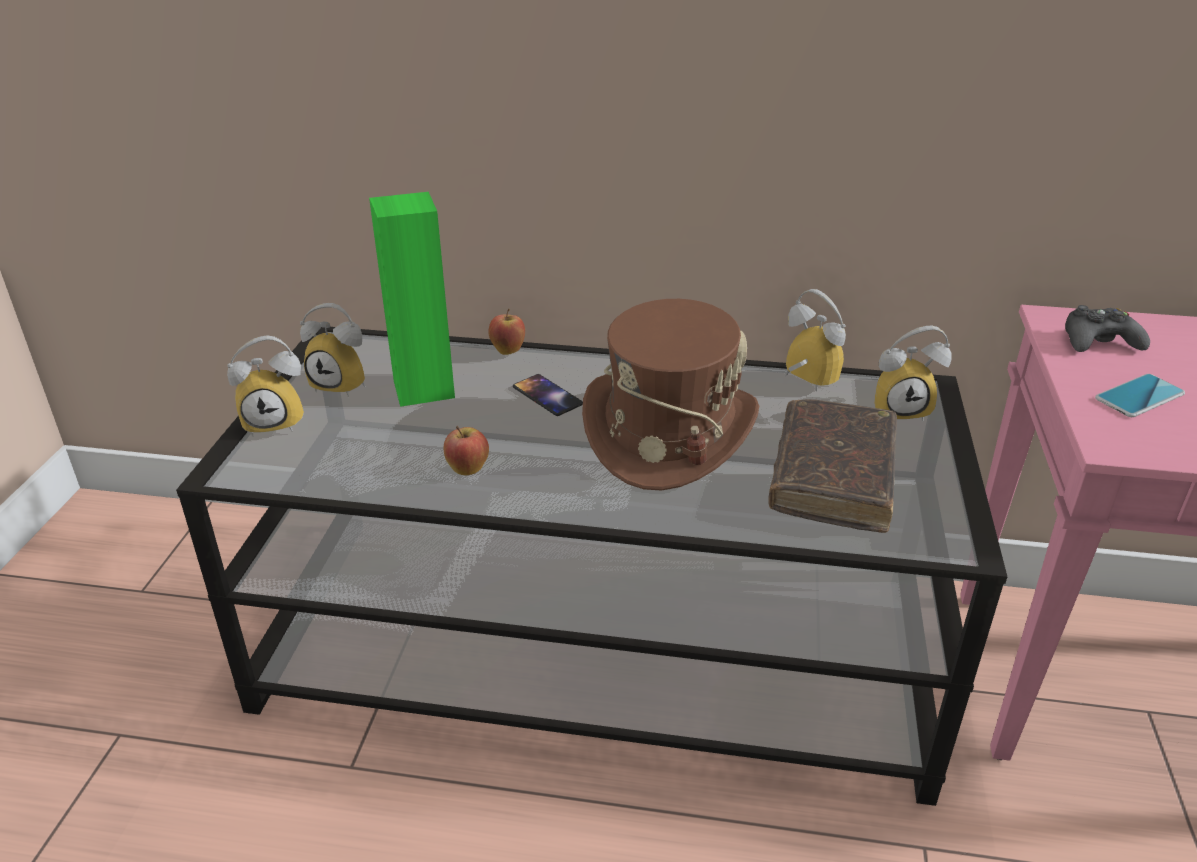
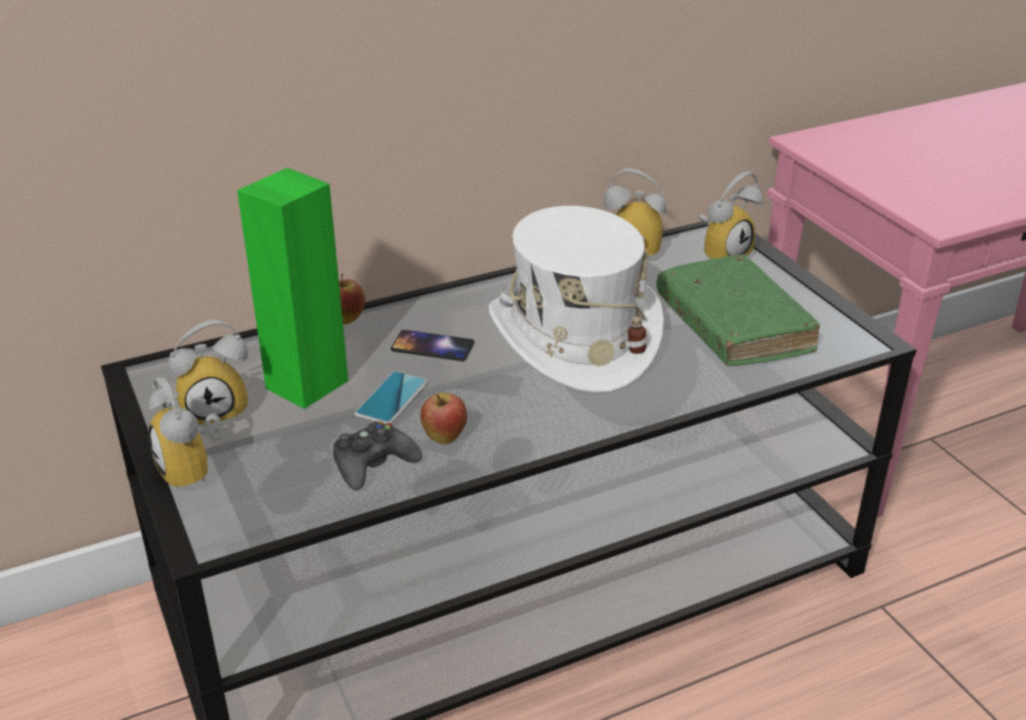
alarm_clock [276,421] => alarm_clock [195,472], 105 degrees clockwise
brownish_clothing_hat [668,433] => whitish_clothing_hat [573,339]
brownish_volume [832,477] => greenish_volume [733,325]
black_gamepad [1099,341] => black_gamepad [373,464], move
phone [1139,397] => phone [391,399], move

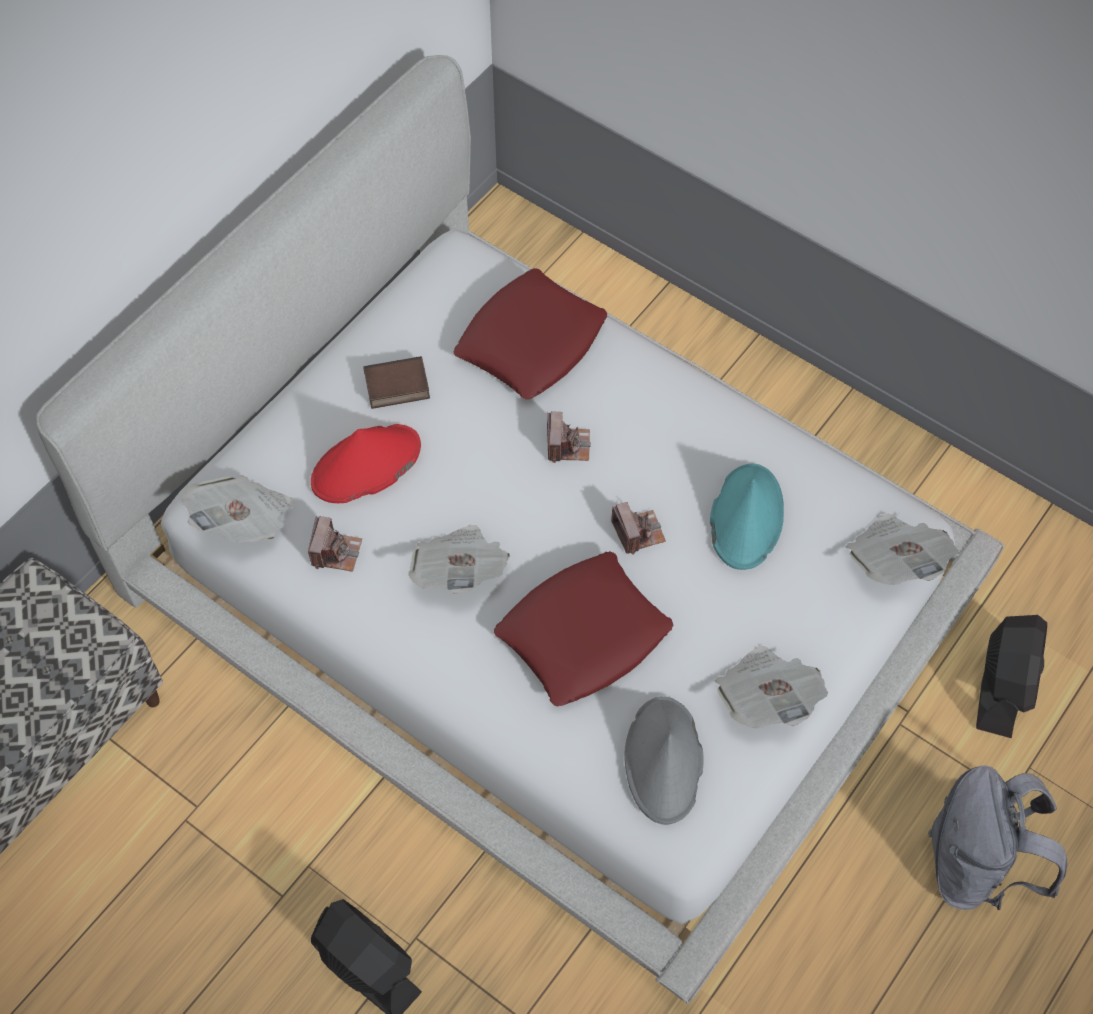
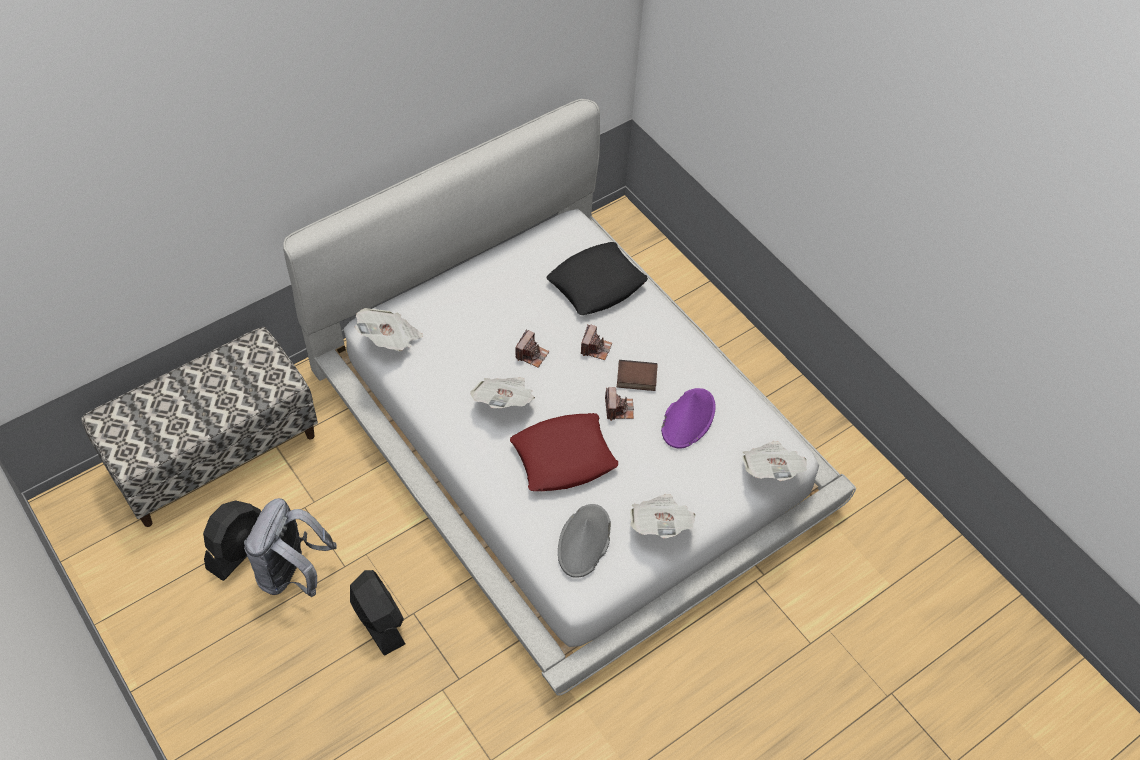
photo_camera [336,552] => photo_camera [532,354], move
red-coloured_clothing_hat [366,465] => nothing
volume [396,388] => volume [636,379], move
red-coloured_pillow [531,342] => black_pillow [597,284]
turquoise_clothing_hat [746,517] => purplish_clothing_hat [688,418]
grey_rucksack [975,866] => grey_rucksack [293,574], move
black_cooling_fan [1002,686] => black_cooling_fan [239,549], move

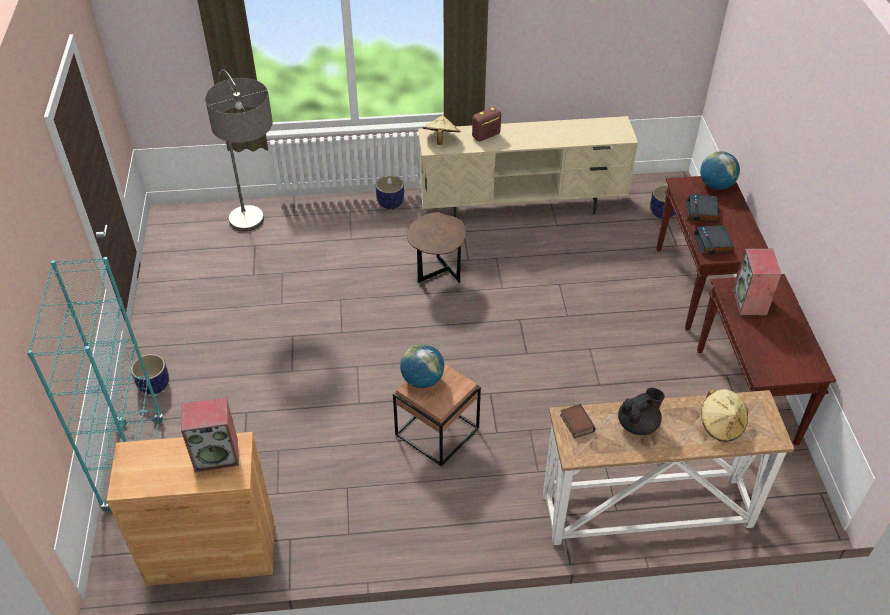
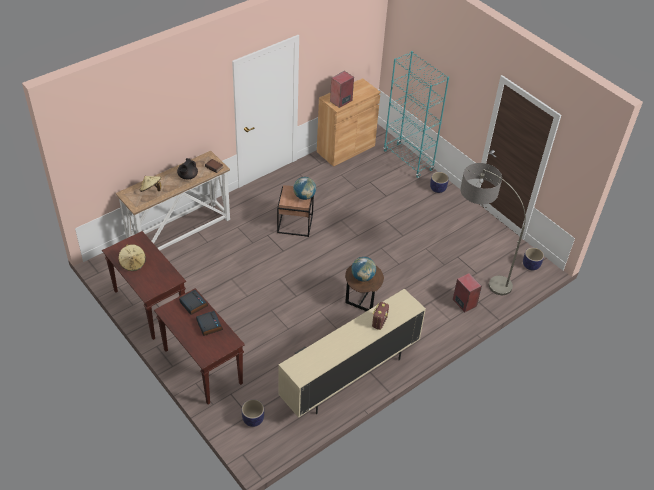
planter [390,203] => planter [531,265], move
sand-coloured_clothing_hat [441,139] => sand-coloured_clothing_hat [133,263], move
desk_globe [716,185] => desk_globe [362,277], move
loudspeaker [750,302] => loudspeaker [464,303], move

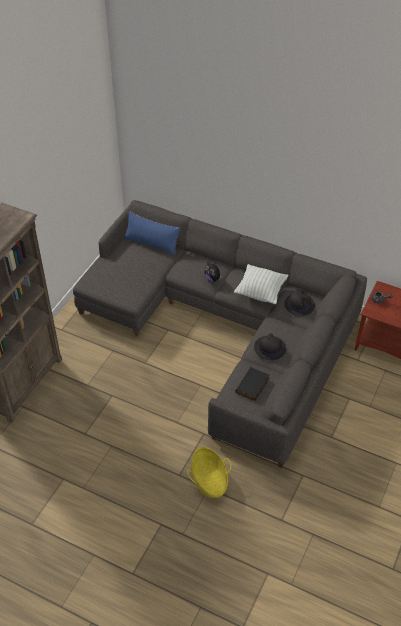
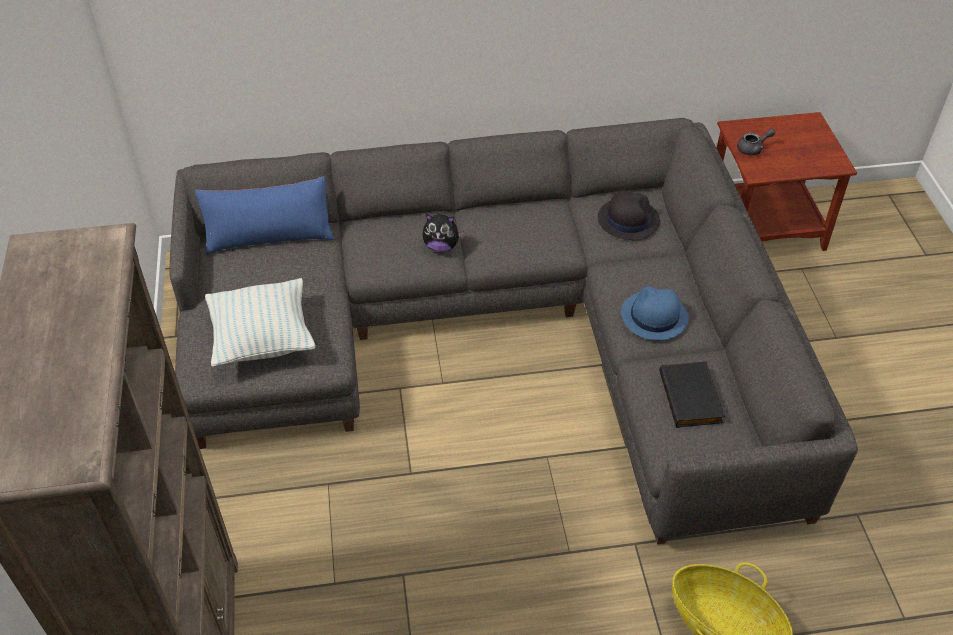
pillow [260,292] => pillow [263,339], move
black_clothing_hat [269,348] => bluish_clothing_hat [653,316]

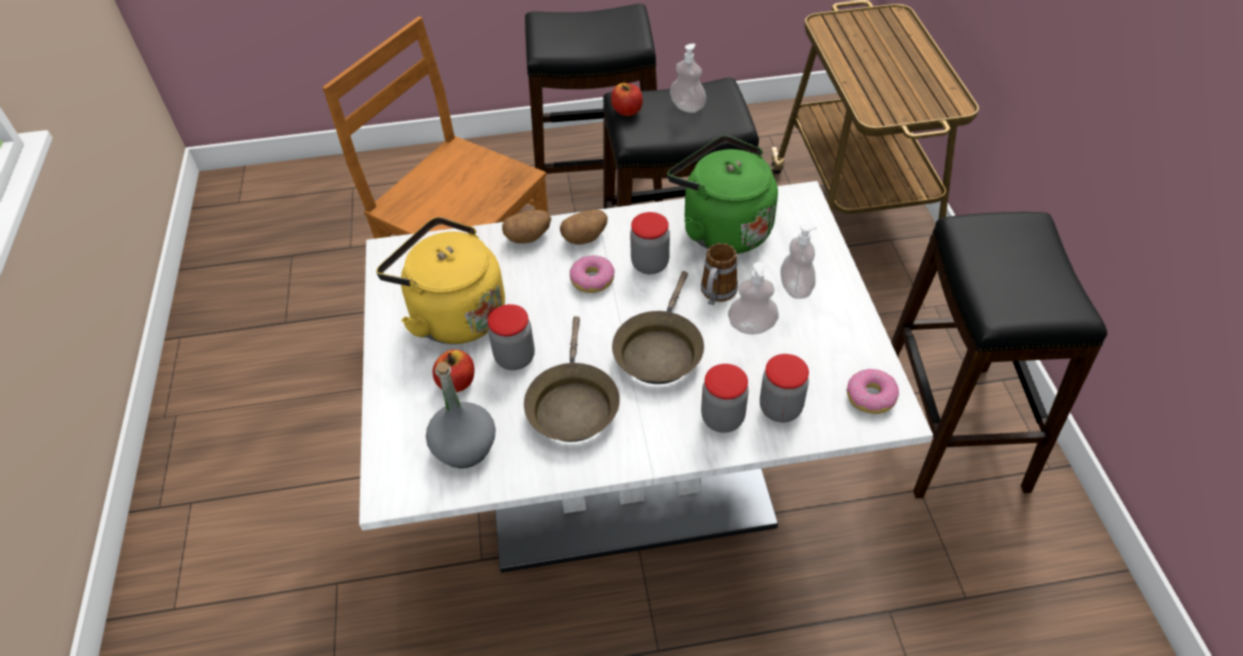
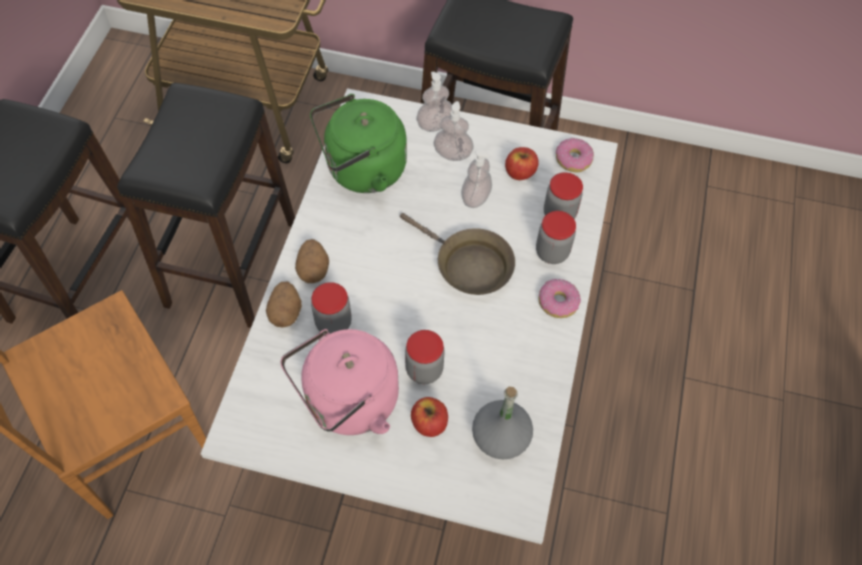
yellow-coloured_kettle [453,314] => pink-coloured_kettle [347,403]
brownish_frying_pan [572,404] => nothing
donut [592,280] => donut [558,302], move
whole_apple [627,111] => whole_apple [520,172], move
preserve_jar [650,264] => preserve_jar [333,323], move
soap_dispenser [687,107] => soap_dispenser [434,124], move
coffee_mug [716,295] => nothing

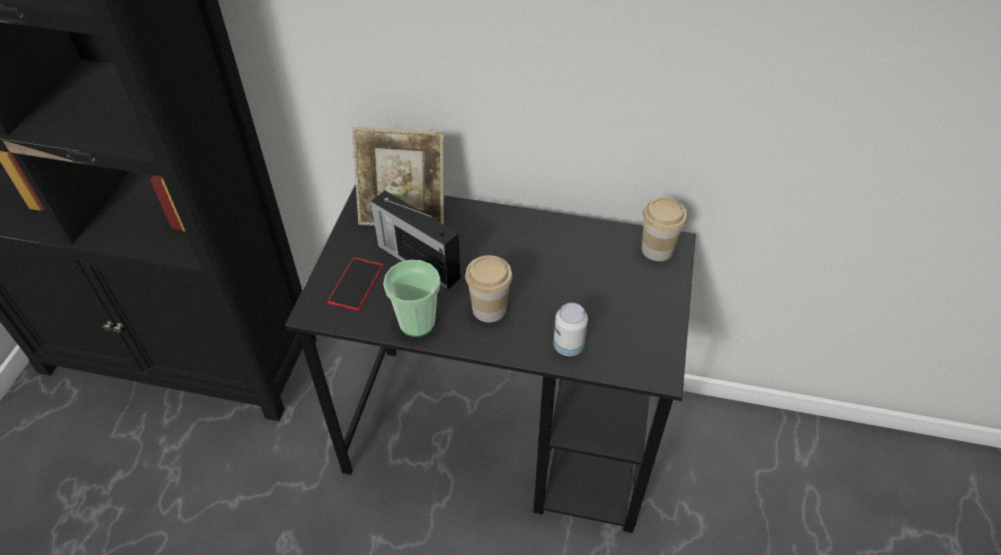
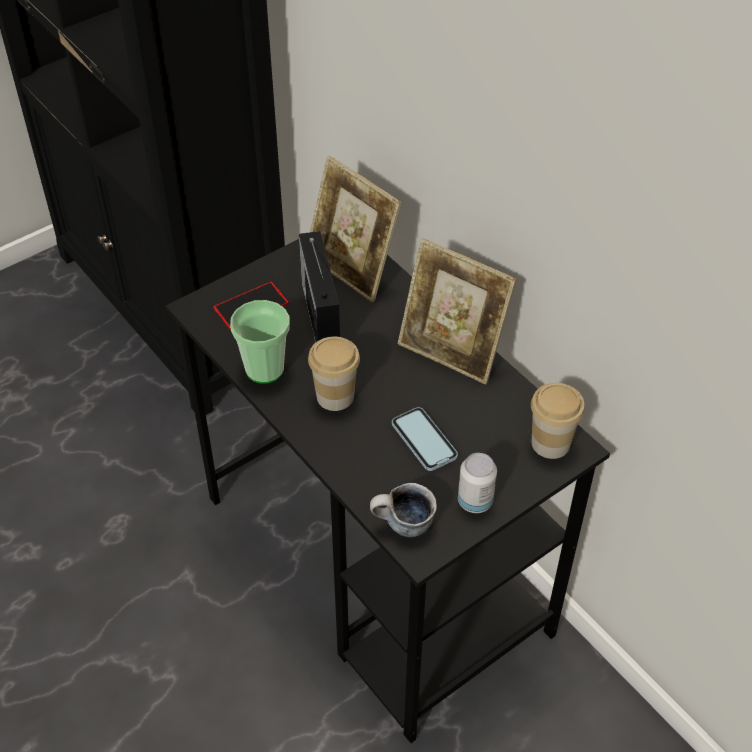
sealed_can [568,346] => sealed_can [475,501], move
nothing => coffee_mug [403,526]
nothing => phone [424,440]
nothing => standing_frame [451,352]

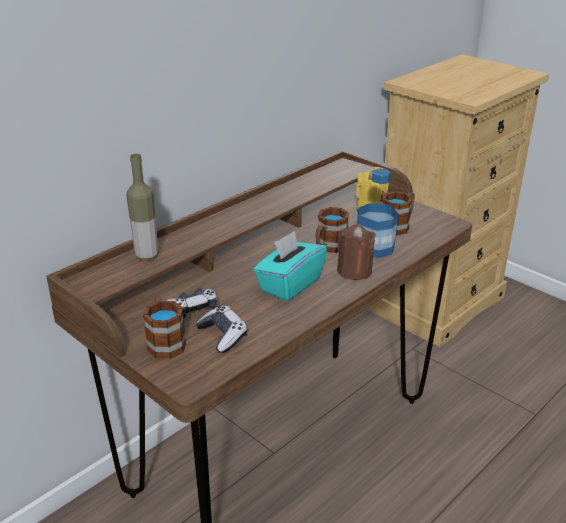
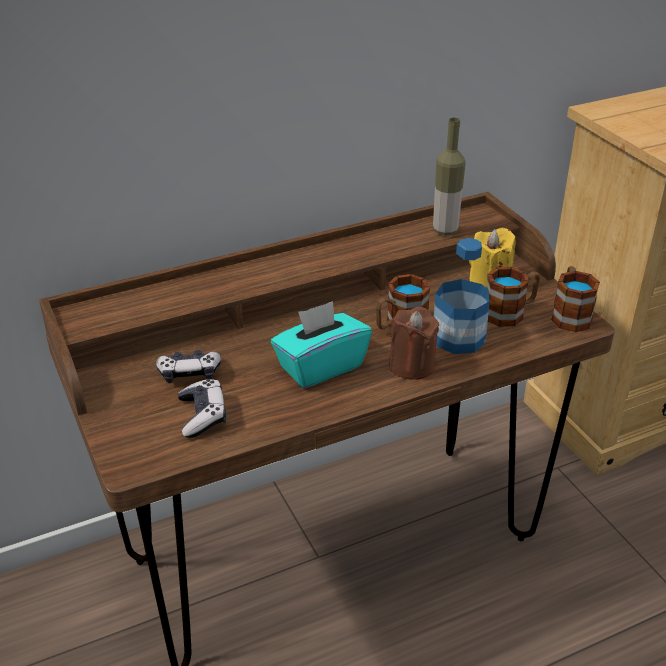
beverage_bottle [147,256] => beverage_bottle [445,231], move
coffee_mug [165,341] => coffee_mug [570,314], move

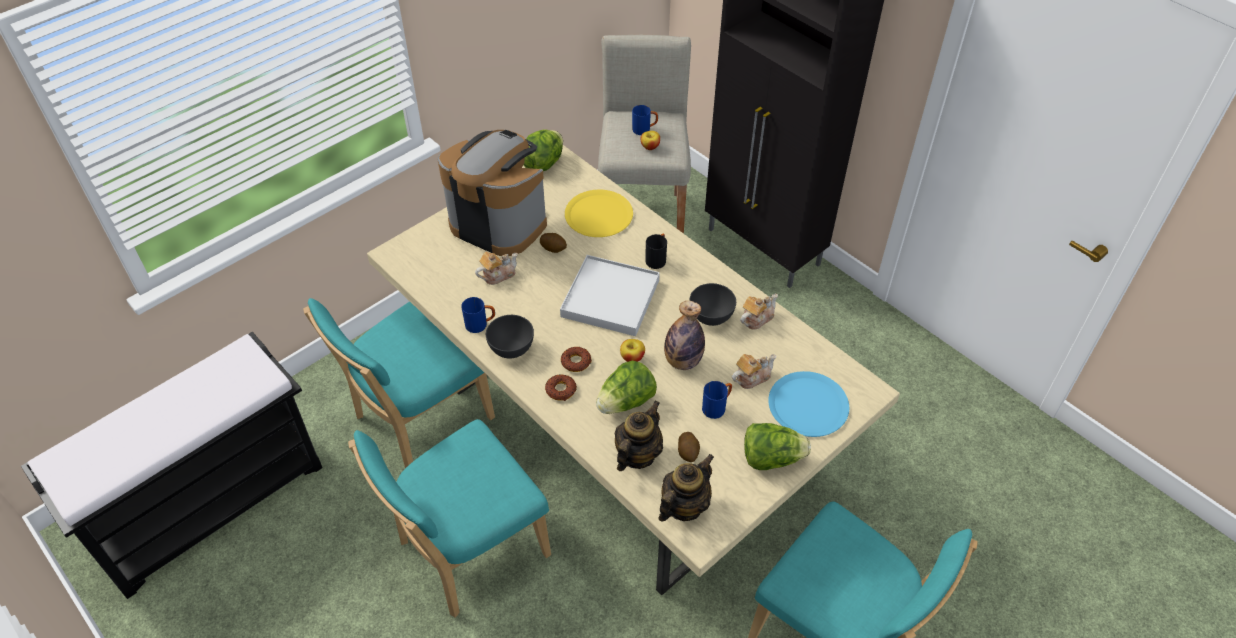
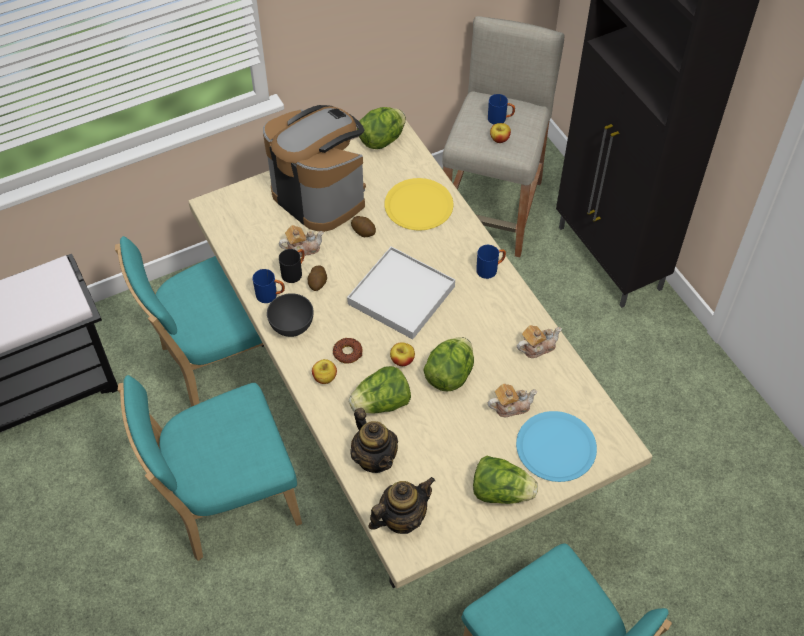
donut [561,390] => whole_apple [324,378]
pot_for_tea [637,455] => pot_for_tea [374,458], 105 degrees clockwise
black_coffee_mug [657,259] => black_coffee_mug [294,272], move
beverage_bottle [682,361] => head_of_lettuce [449,375]
potato [688,452] => potato [317,283], move
grey_serving_bowl [710,316] => nothing
bluish_coffee_mug [717,407] => bluish_coffee_mug [490,269], move

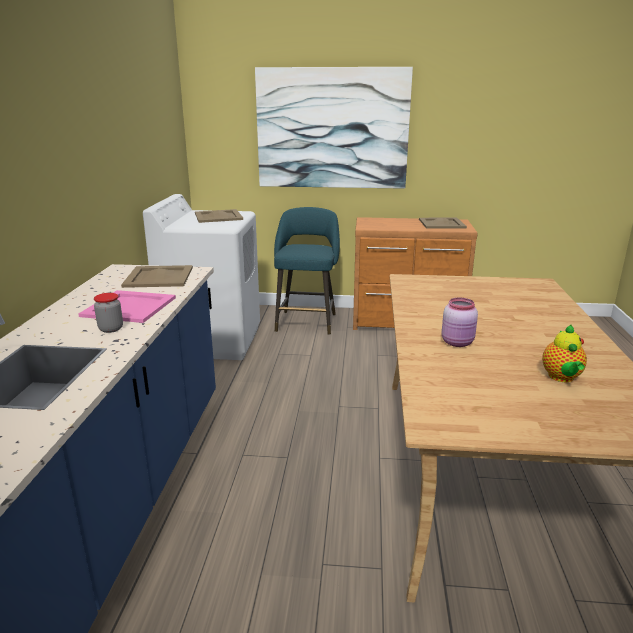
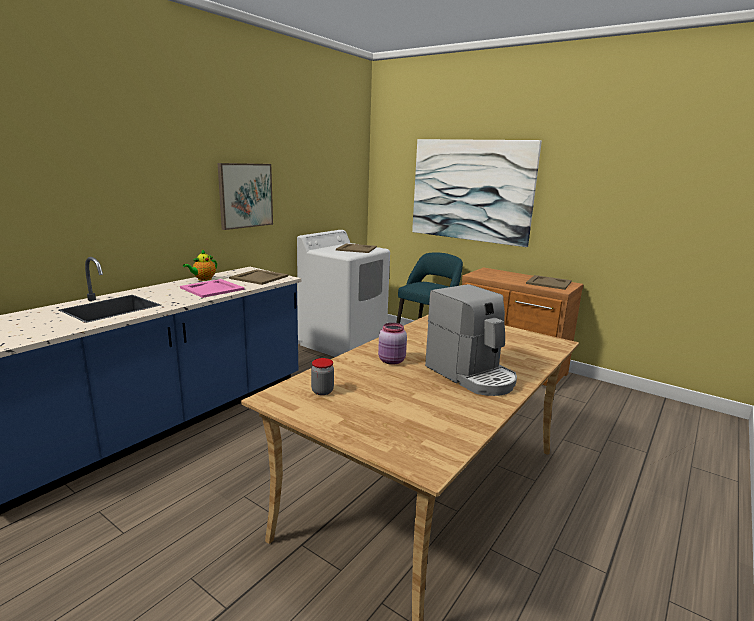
preserve_jar [111,329] => preserve_jar [322,391], move
pot_for_tea [561,378] => pot_for_tea [203,279], move
nothing => picture [245,195]
nothing => coffee_machine [471,375]

